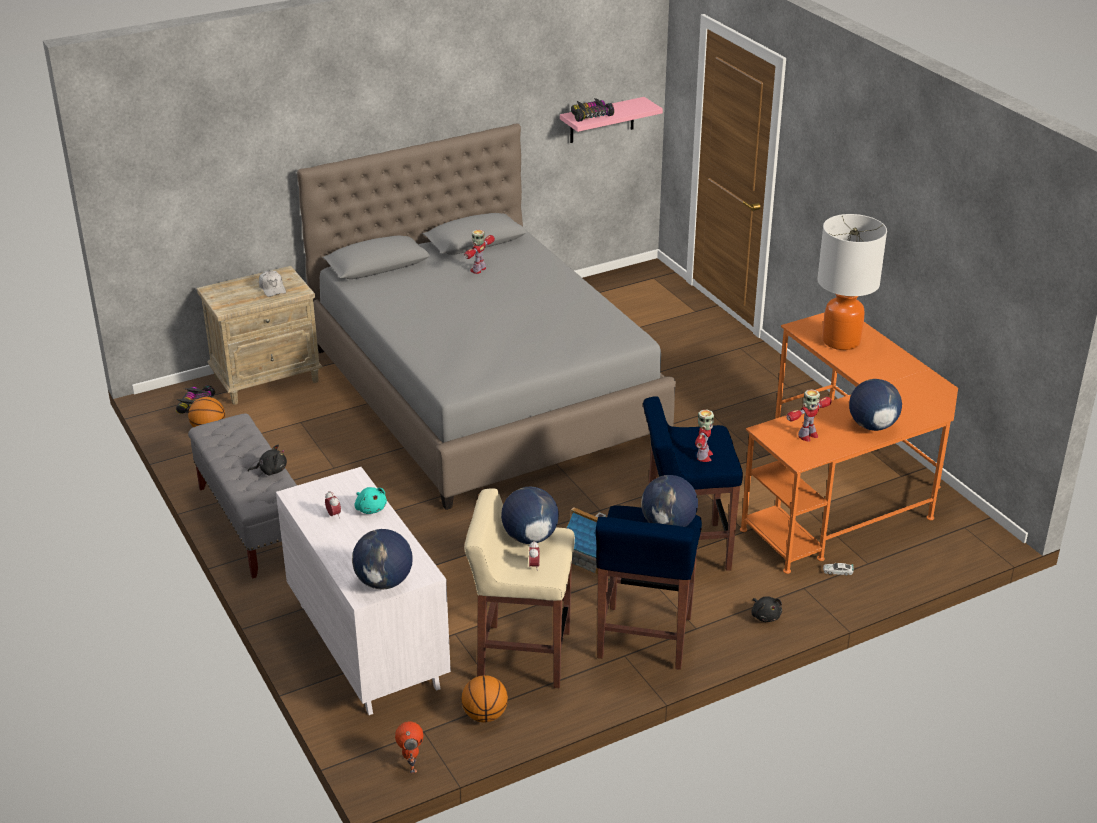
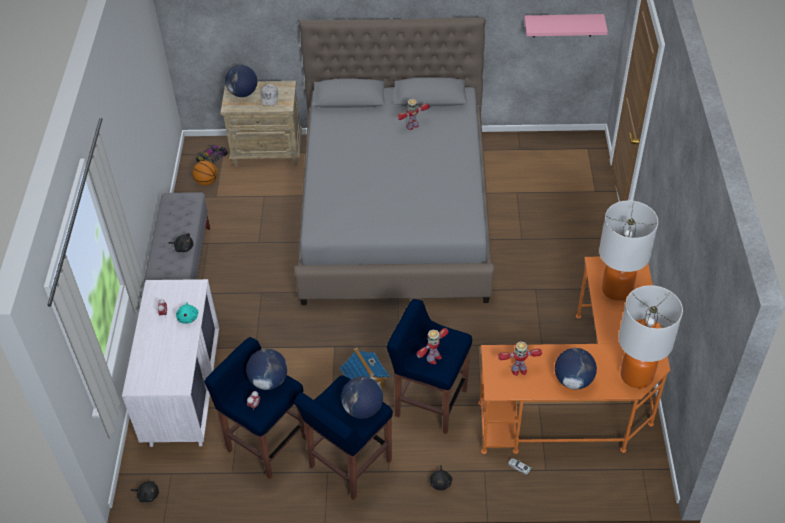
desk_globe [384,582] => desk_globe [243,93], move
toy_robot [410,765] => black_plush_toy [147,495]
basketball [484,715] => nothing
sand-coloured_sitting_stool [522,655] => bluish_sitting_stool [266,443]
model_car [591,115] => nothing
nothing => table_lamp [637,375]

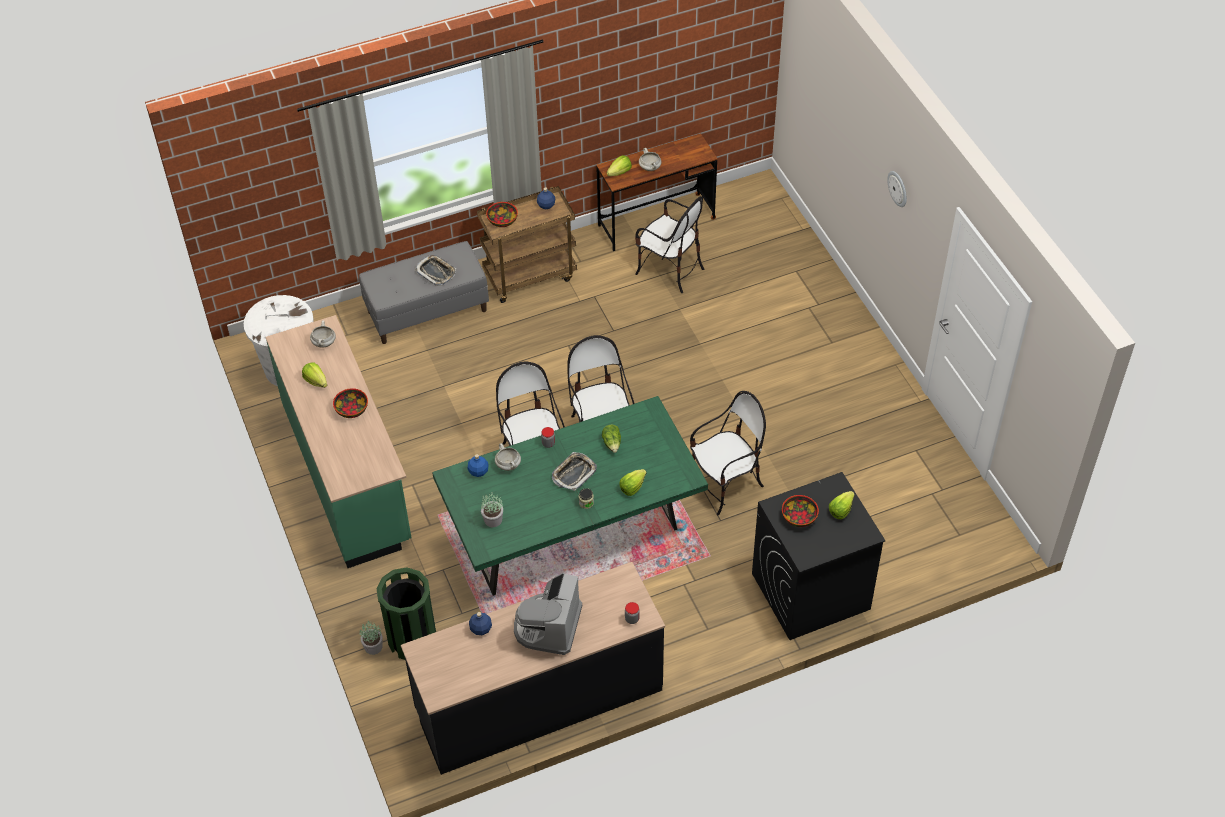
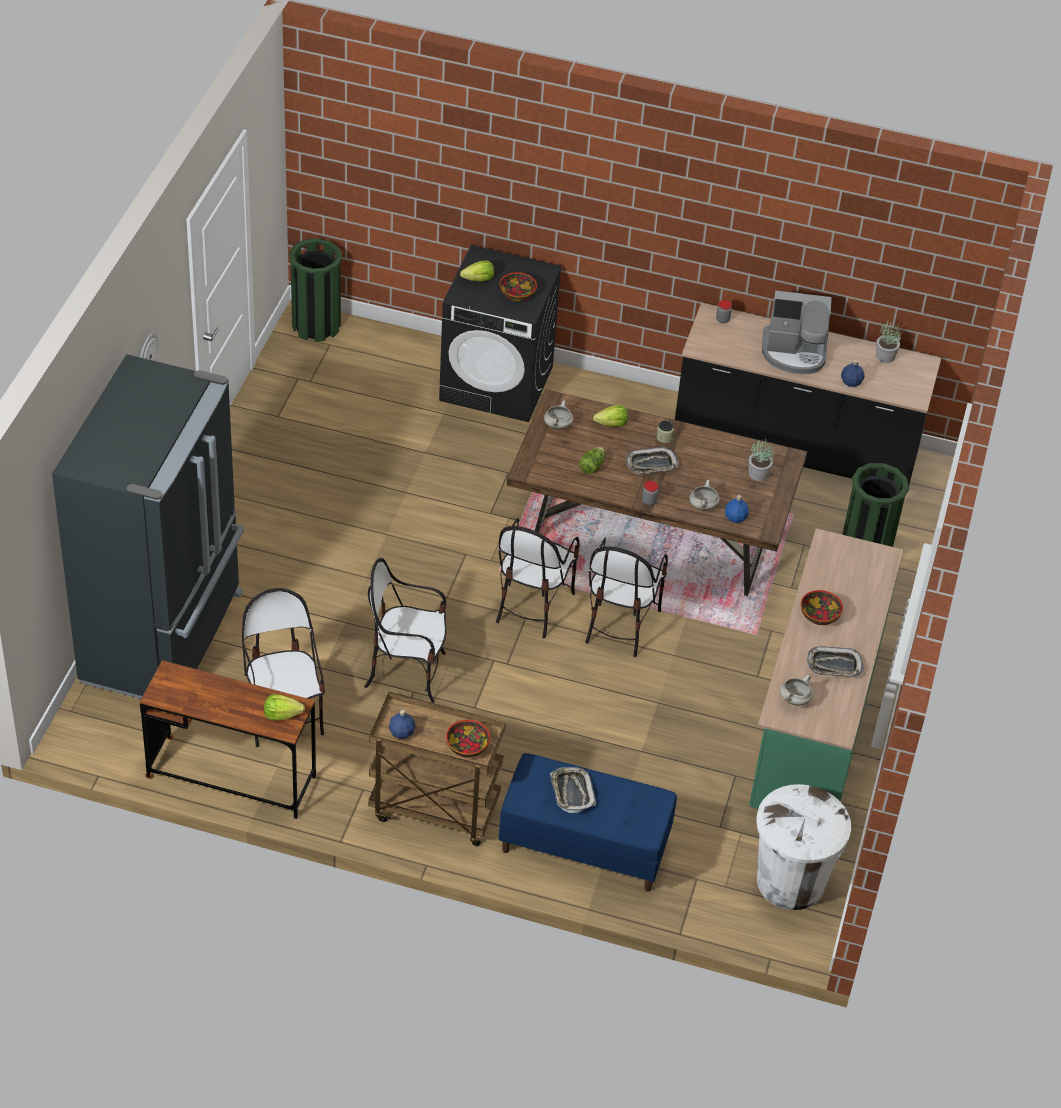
head_of_lettuce [316,381] => serving_tray [834,665]
grey_bench [427,310] => bluish_bench [583,846]
houseplant [373,646] => houseplant [884,356], move
greenish_dining_table [573,534] => brownish_dining_table [647,542]
coffee_machine [548,626] => coffee_machine [794,353], 45 degrees clockwise
whitish_stockpot [650,168] => whitish_stockpot [557,425], move
chair [726,485] => chair [406,672], move
nothing => black_refrigerator [165,637]
nothing => greenish_rubbish_bin [316,325]

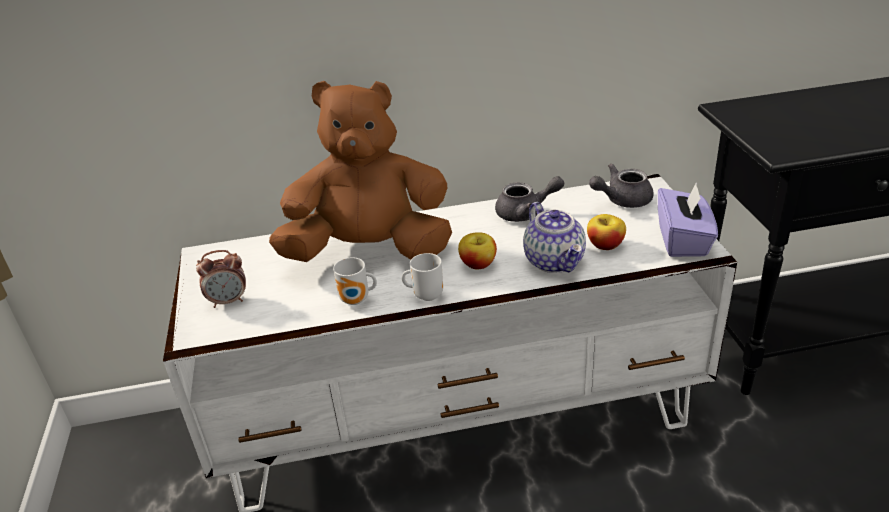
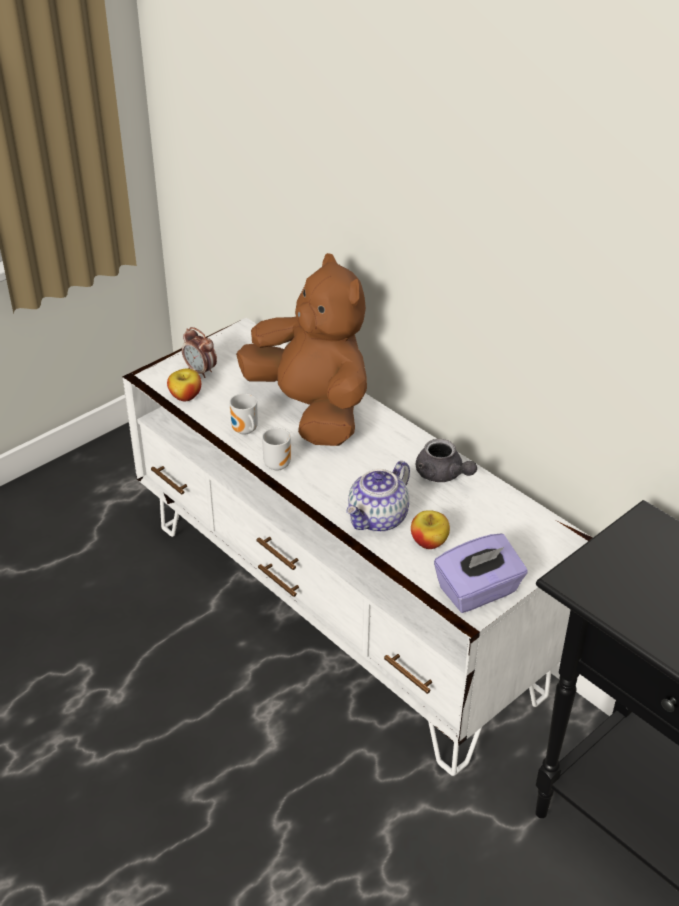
whole_apple [478,264] => whole_apple [185,396], move
grey_pot_for_tea [622,200] => nothing

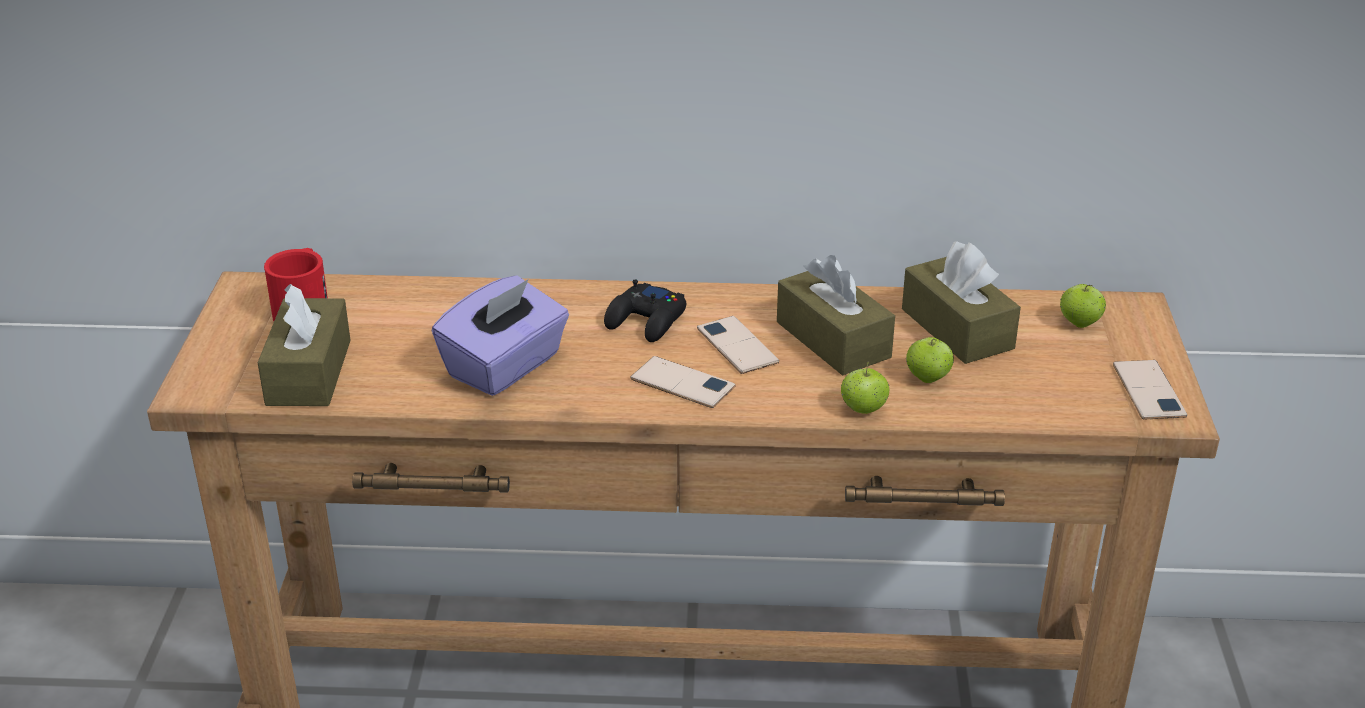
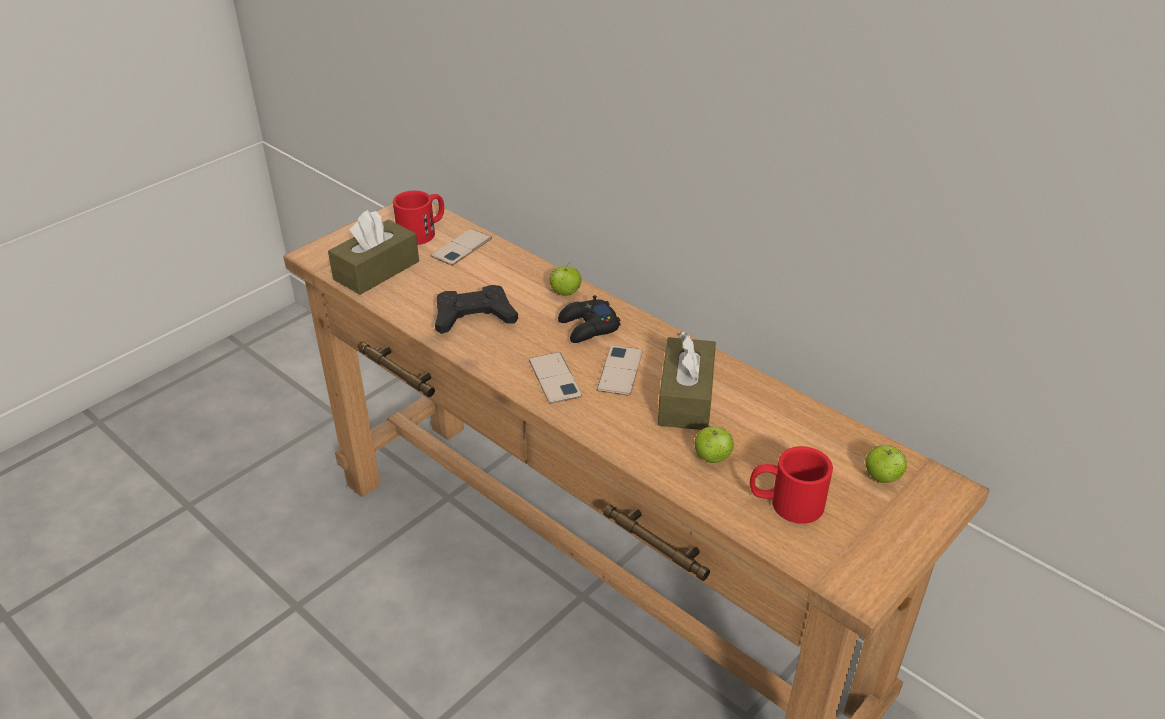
purplish_tissue_holder [505,366] => black_gamepad [474,316]
whole_apple [863,410] => whole_apple [565,293], move
brownish_tissue_holder [957,329] => nothing
phone [1148,390] => phone [461,248], move
nothing => red-coloured_coffee_mug [785,503]

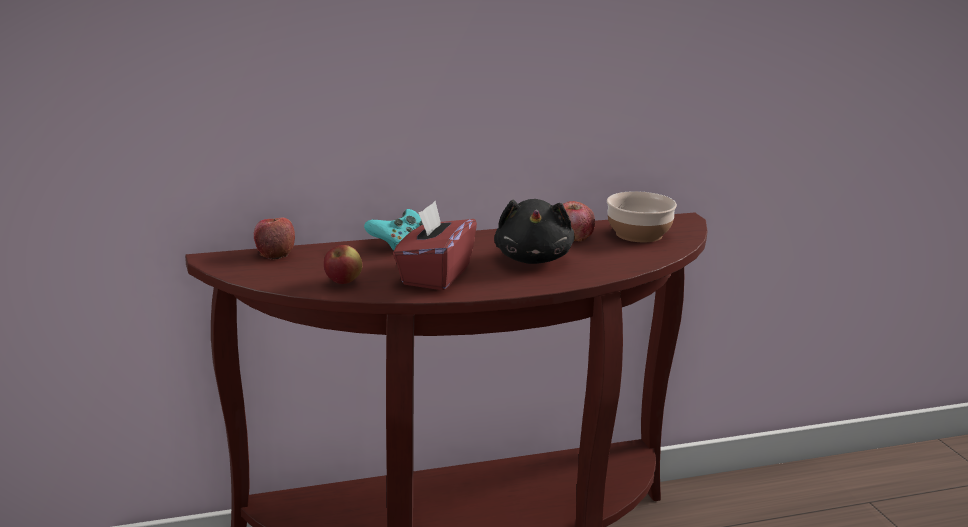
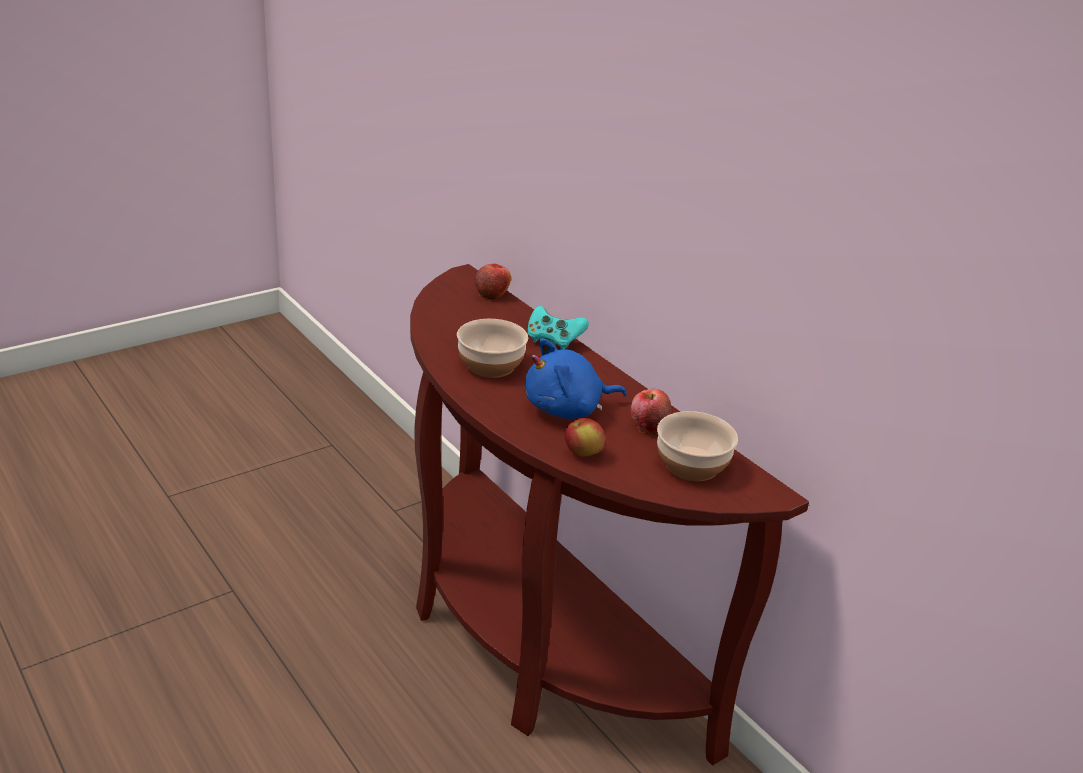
whole_apple [343,282] => whole_apple [583,454], move
red-coloured_tissue_holder [434,275] => serving_bowl [490,365]
black_plush_toy [533,259] => bluish_plush_toy [567,409]

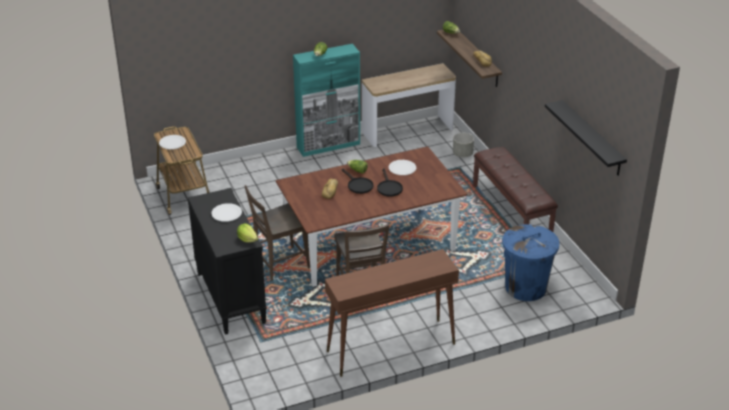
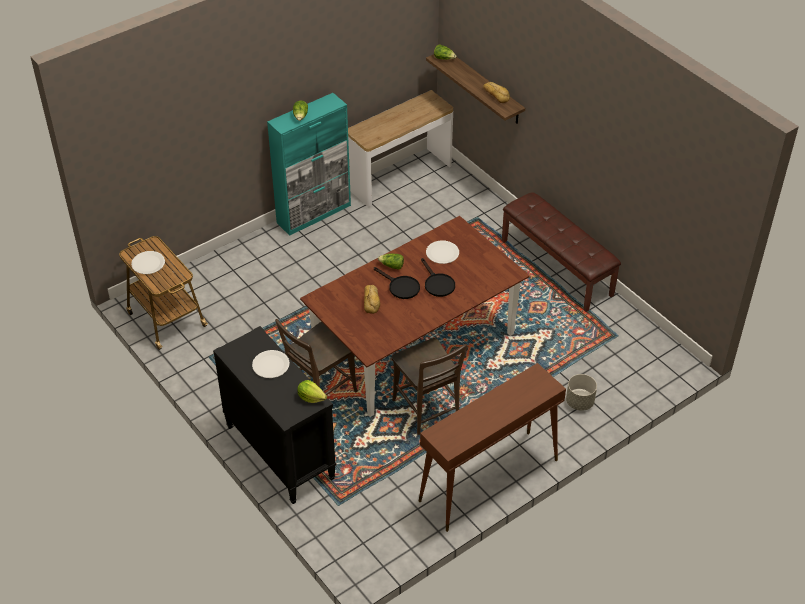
grey_planter [462,154] => grey_planter [579,402], move
bluish_rubbish_bin [526,288] => nothing
black_bracket_shelf [592,138] => nothing

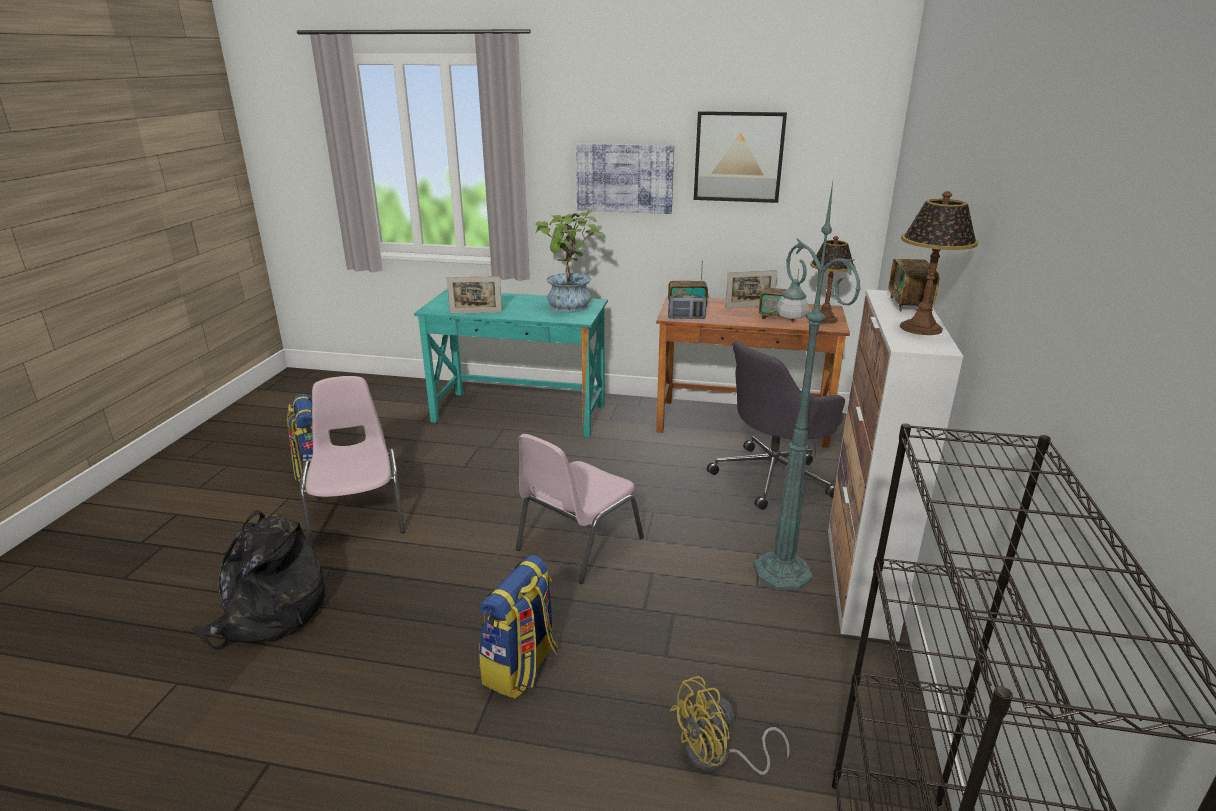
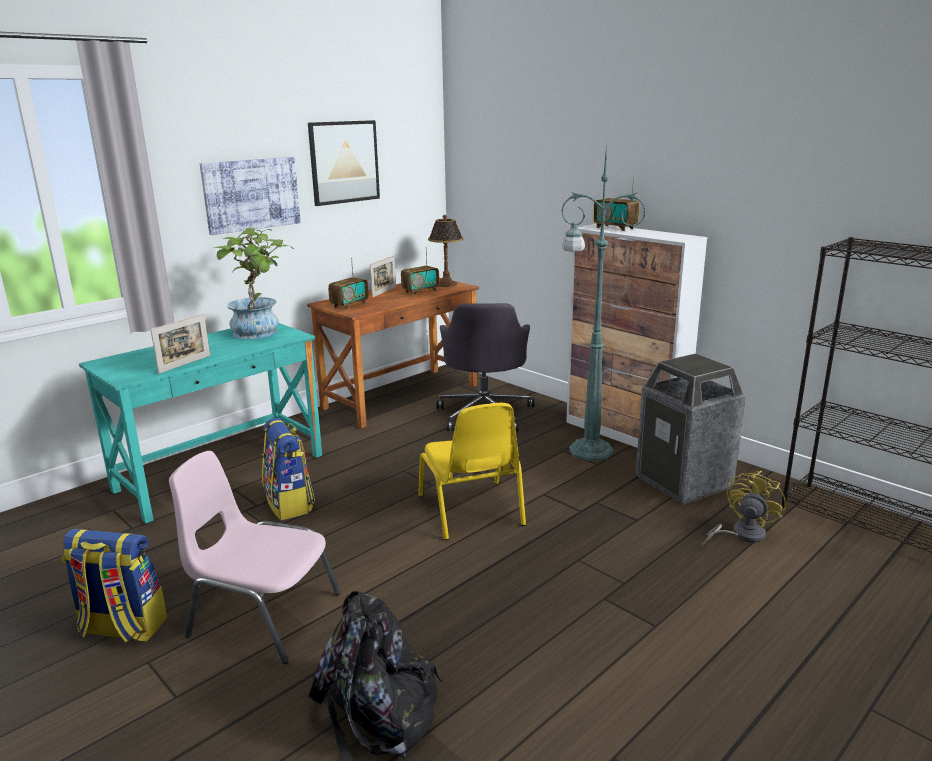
rucksack [521,668] => rucksack [290,504], move
pink-coloured_chair [577,544] => yellow-coloured_chair [471,511]
radio_set [686,318] => nothing
yellow-coloured_cooling_fan [718,757] => yellow-coloured_cooling_fan [741,535], 150 degrees counterclockwise
table_lamp [921,328] => nothing
nothing => rubbish_bin [684,483]

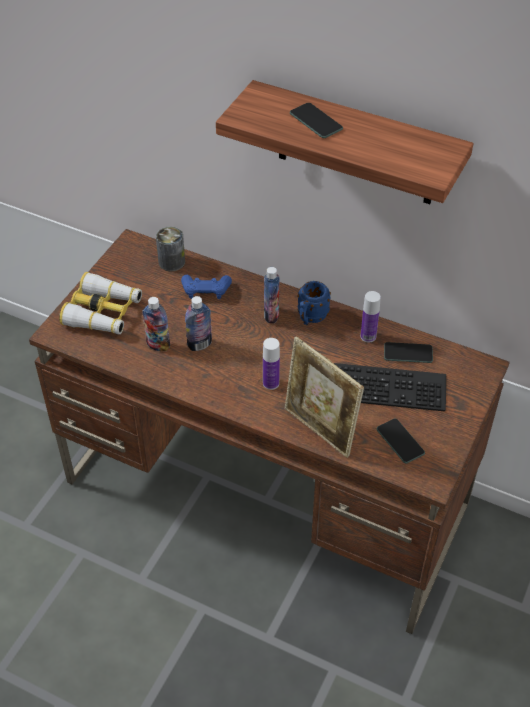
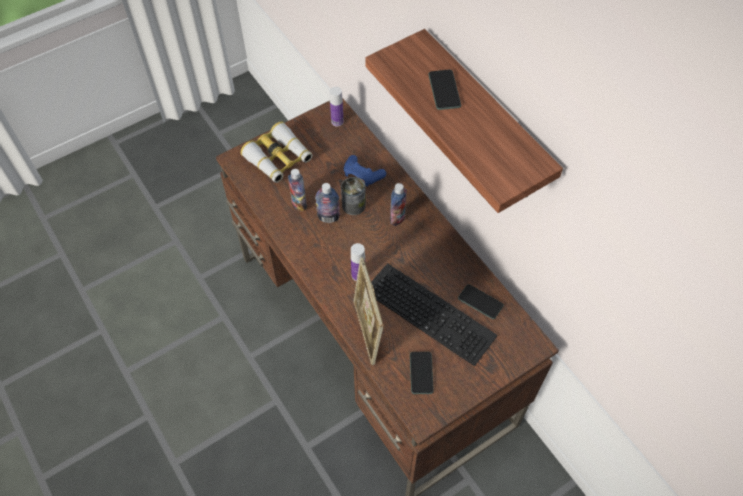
sealed_can [171,262] => sealed_can [353,205], move
bluish_coffee_mug [310,318] => nothing
beverage_bottle [368,336] => beverage_bottle [337,121], move

